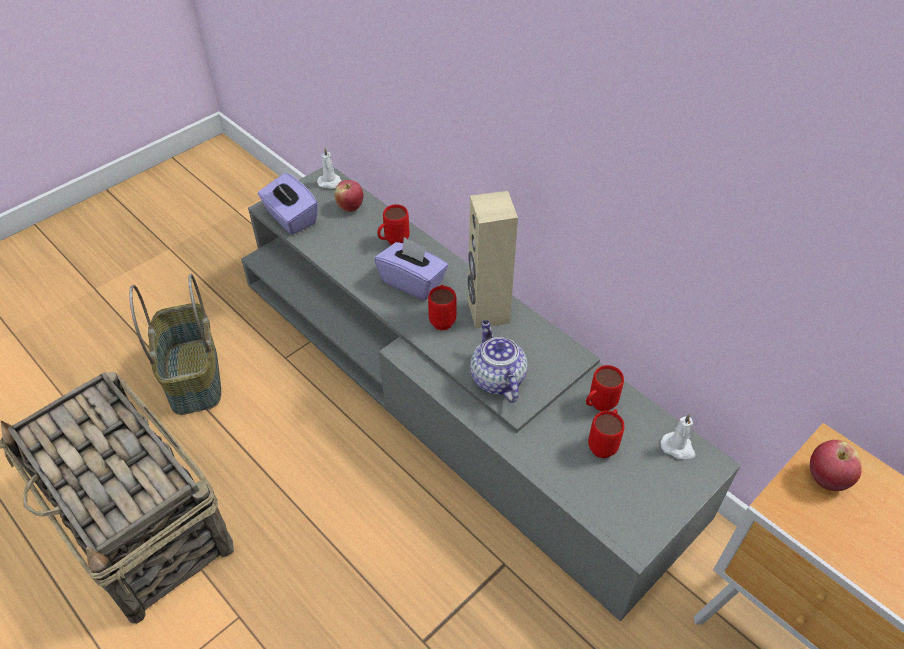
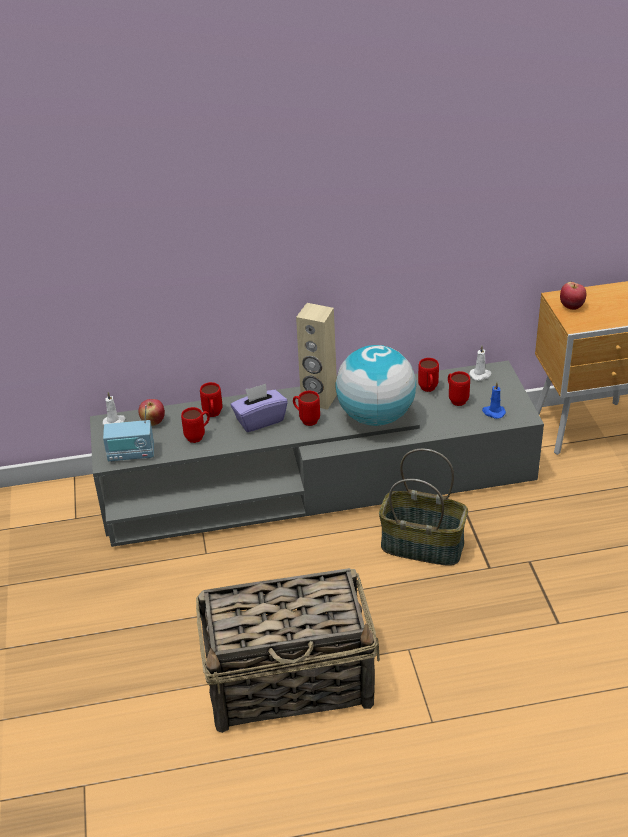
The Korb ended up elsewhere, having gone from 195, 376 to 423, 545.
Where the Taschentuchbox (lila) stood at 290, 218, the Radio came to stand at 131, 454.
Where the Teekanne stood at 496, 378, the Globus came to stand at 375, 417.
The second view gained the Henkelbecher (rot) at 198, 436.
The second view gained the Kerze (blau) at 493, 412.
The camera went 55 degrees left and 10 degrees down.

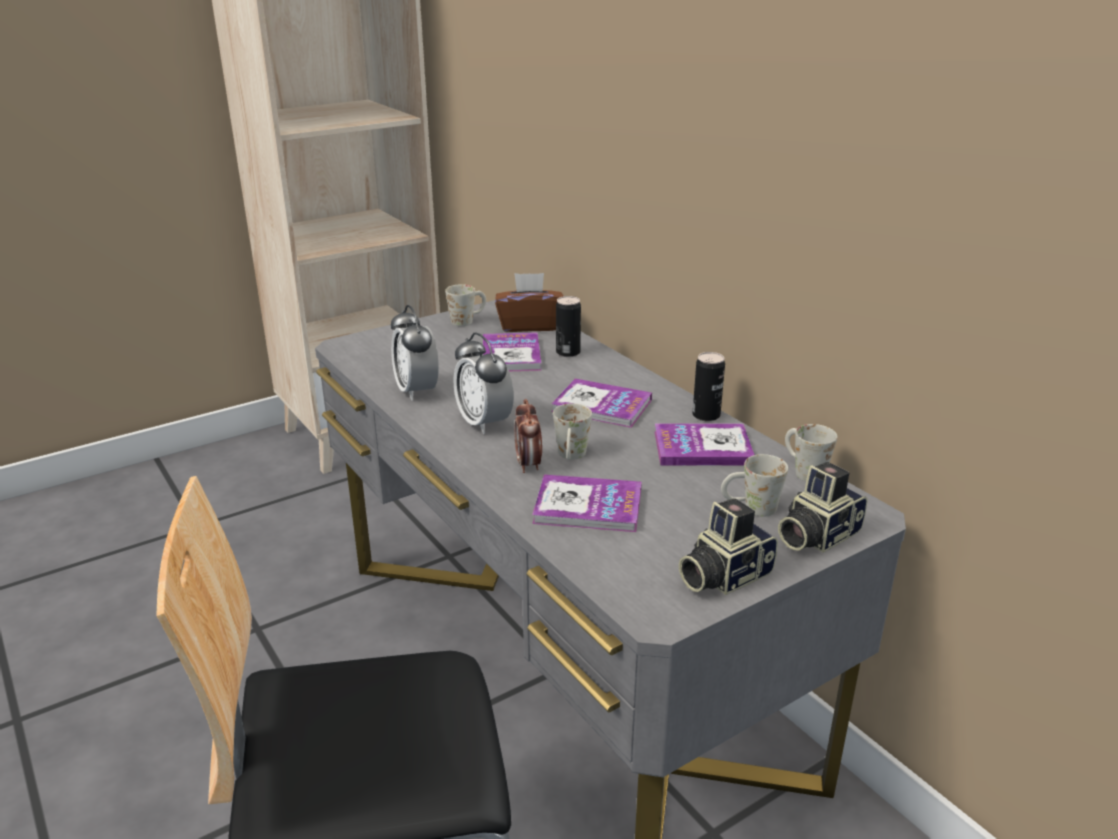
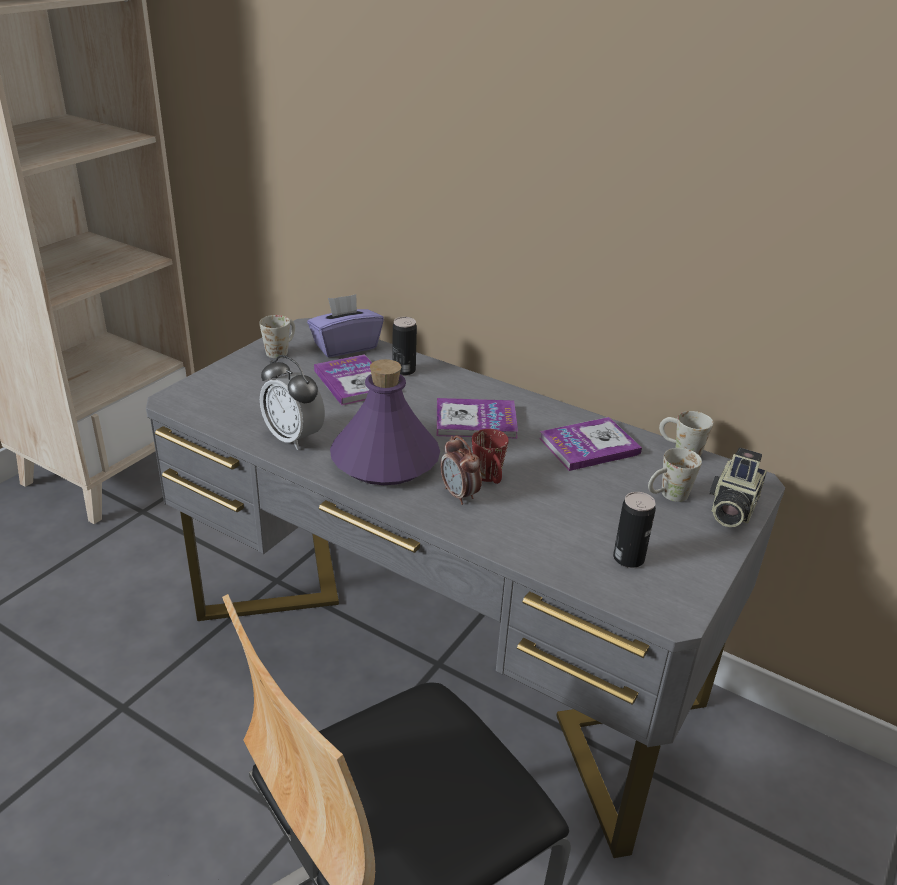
Where the Wecker stood at 484, 423, the Flasche (lila) came to stand at 386, 460.
What was the Taschentuchbox (braun) at 529, 325 turned into the Taschentuchbox (lila) at 345, 346.
The second view lost the Buch at 588, 506.
What was the Henkelbecher (weiß) at 571, 457 turned into the Henkelbecher (rot) at 490, 479.
The second view lost the Kamera at 722, 575.
The Dose ended up elsewhere, having gone from 706, 415 to 628, 558.
The camera went 25 degrees left and 5 degrees up.

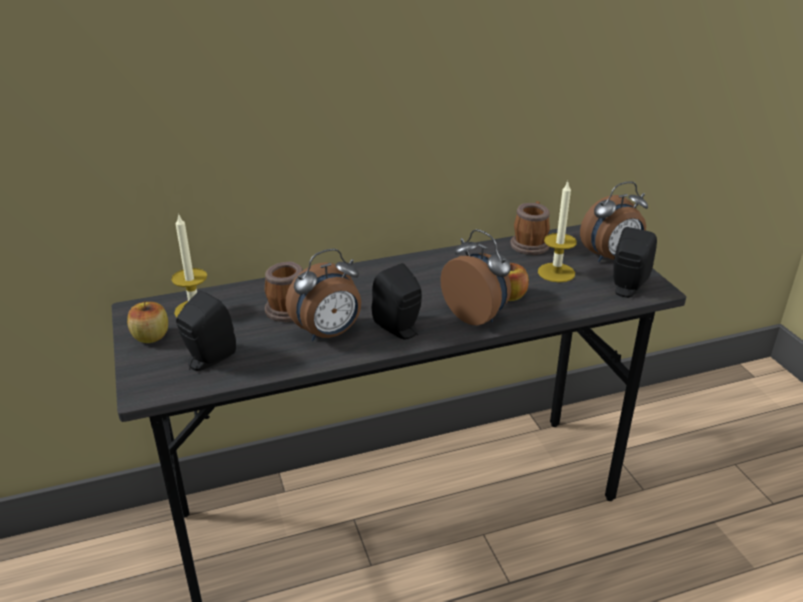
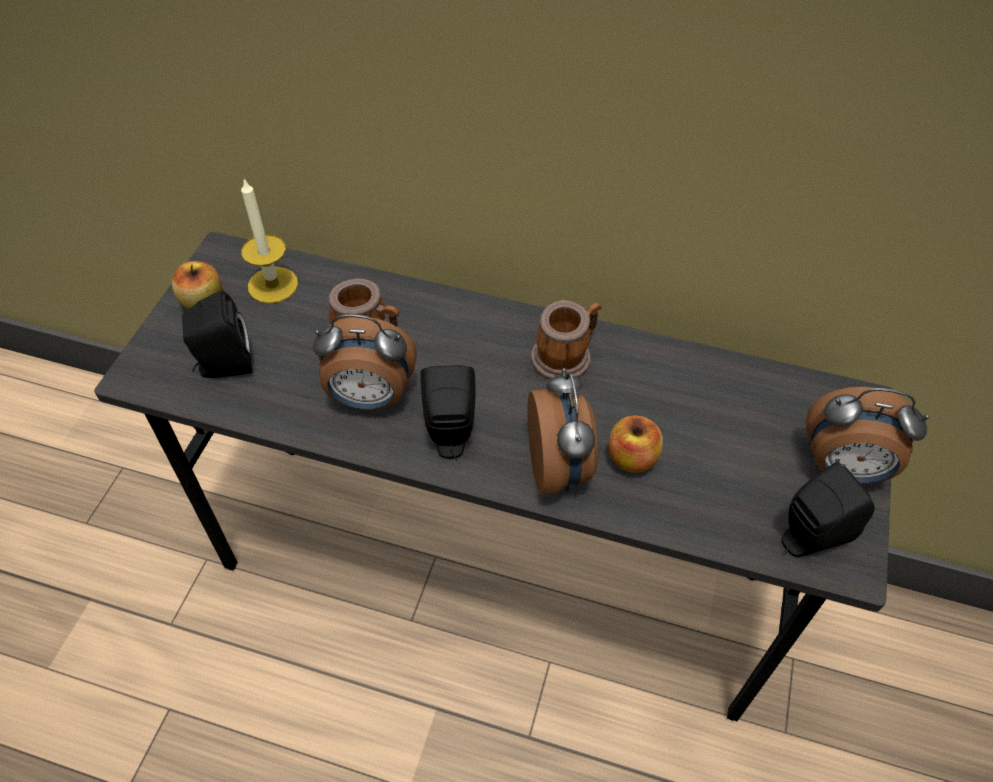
The Henkelbecher ended up elsewhere, having gone from 530, 243 to 566, 356.
The second view lost the Kerze at 556, 272.
The camera went 35 degrees right and 20 degrees up.

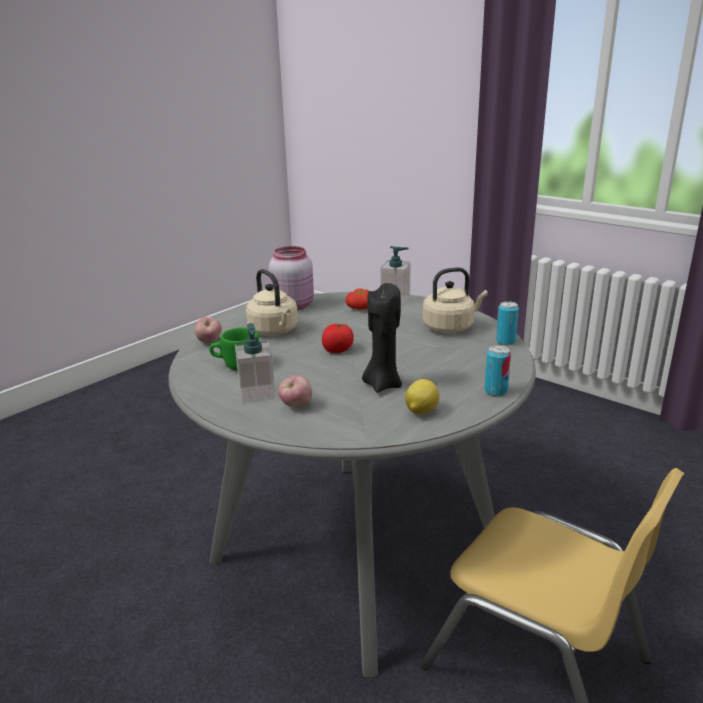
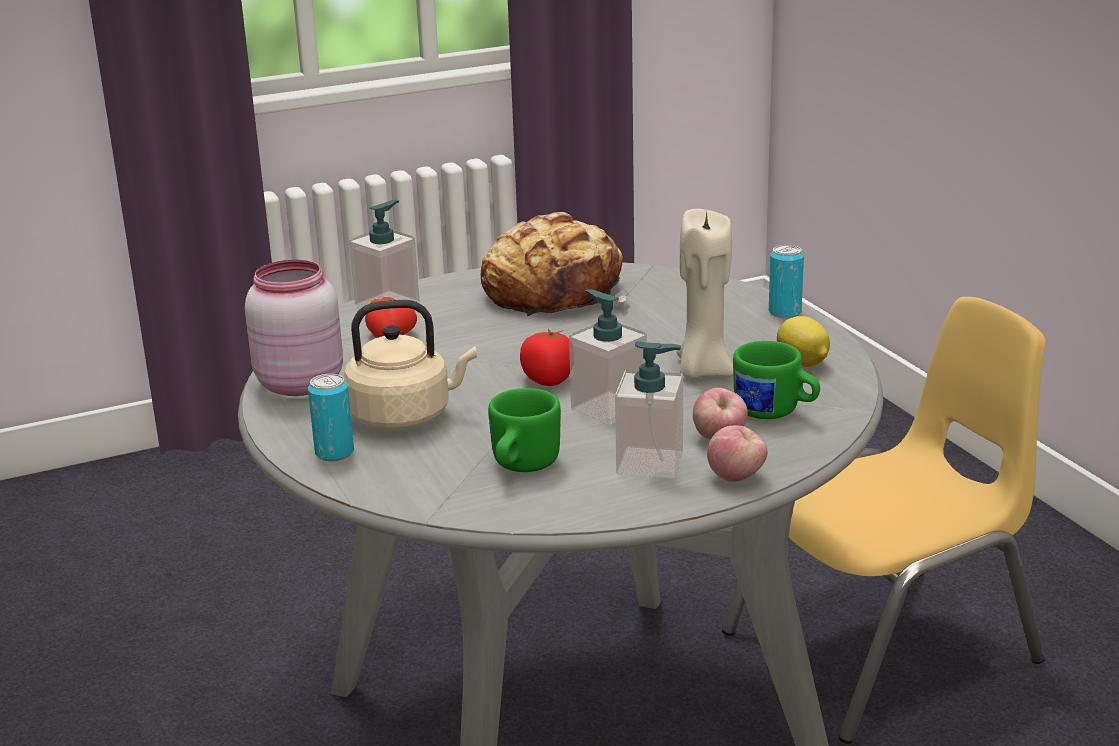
The Apfel ended up elsewhere, having gone from 209, 342 to 737, 478.
What was the Kerze (schwarz) at 382, 384 turned into the Kerze (beige) at 702, 371.
Where the Wasserkessel (beige) stood at 450, 327, the Brot came to stand at 554, 292.
The Dose ended up elsewhere, having gone from 505, 341 to 334, 453.
The second view gained the Seifenspender at 608, 408.
The second view gained the Henkelbecher (grün) at 775, 413.
The camera went 65 degrees left and 0 degrees up.

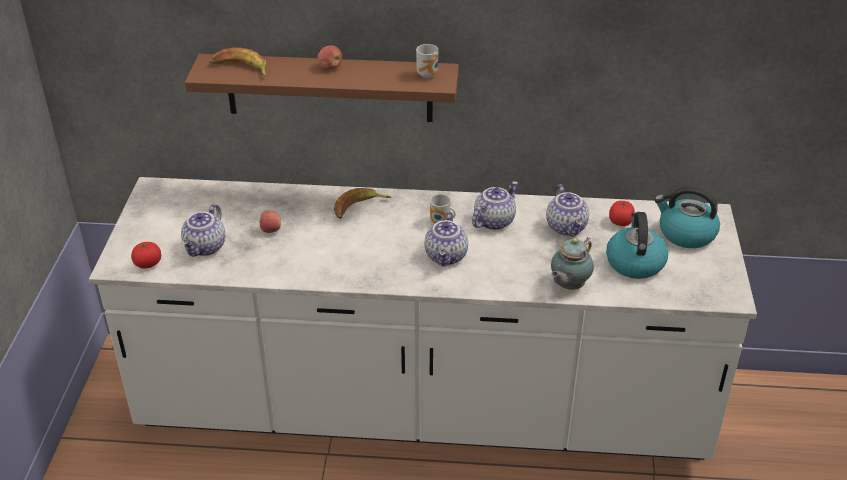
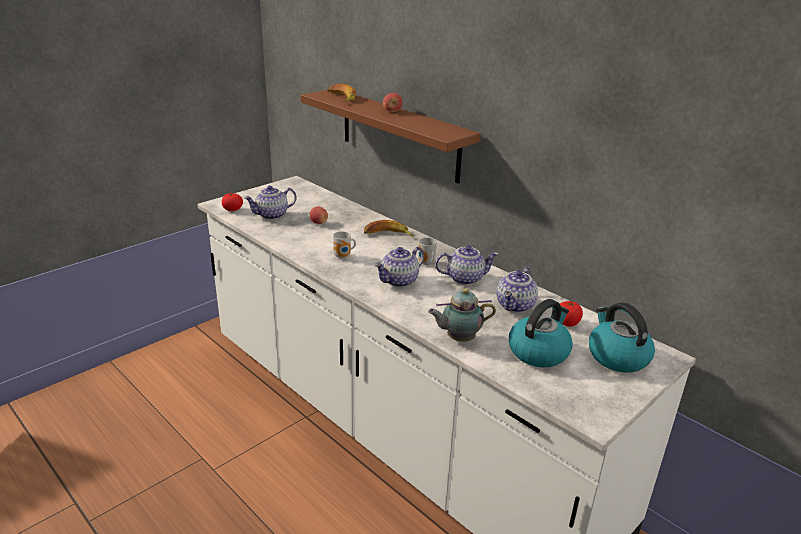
The Henkelbecher ended up elsewhere, having gone from 429, 74 to 343, 256.
The camera went 40 degrees right and 10 degrees down.

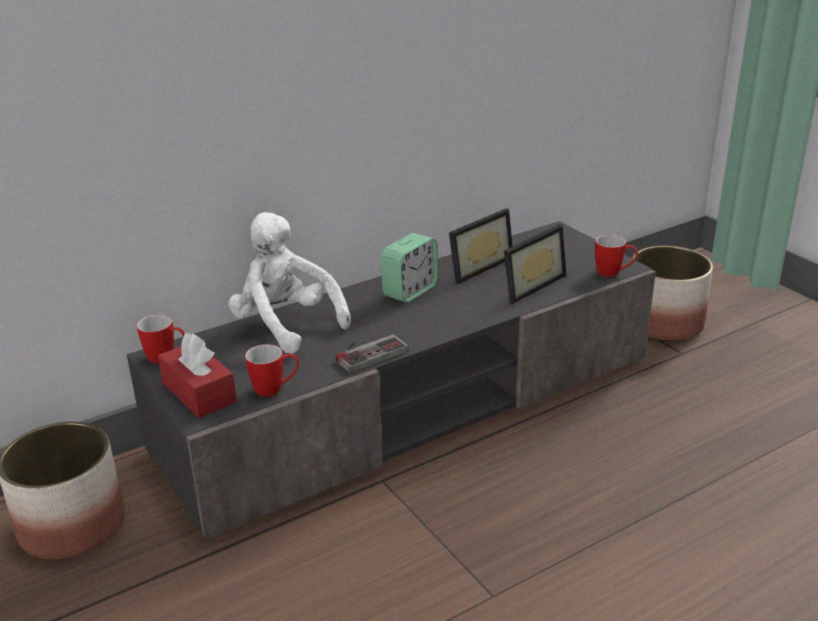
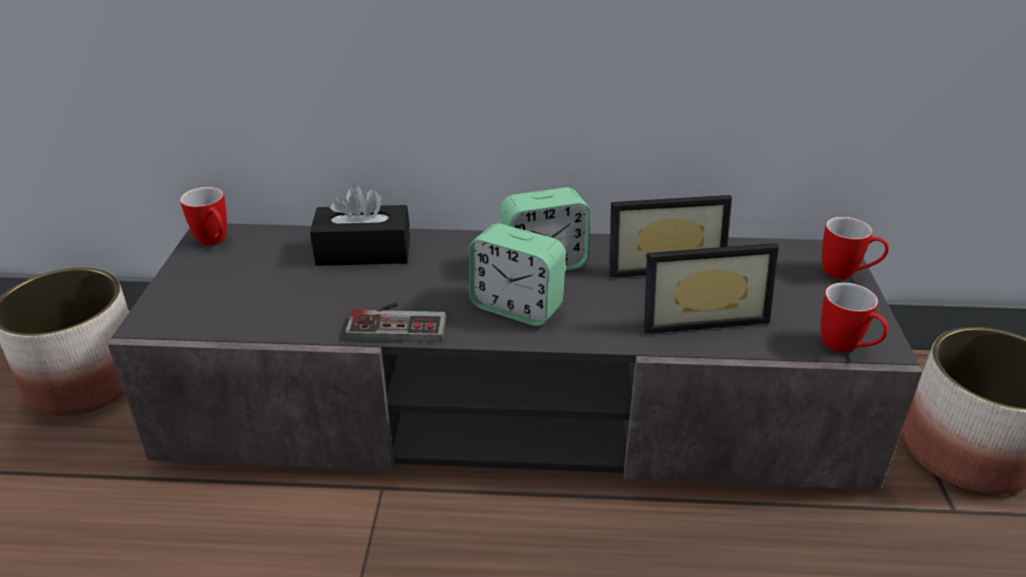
The second view lost the Taschentuchbox (rot) at 199, 392.
Where the Plüschtier (weiß) stood at 286, 325, the Taschentuchbox (schwarz) came to stand at 363, 252.
The Henkelbecher ended up elsewhere, having gone from 275, 389 to 847, 274.
The second view gained the Wecker at 516, 307.
The camera went 35 degrees right and 5 degrees up.

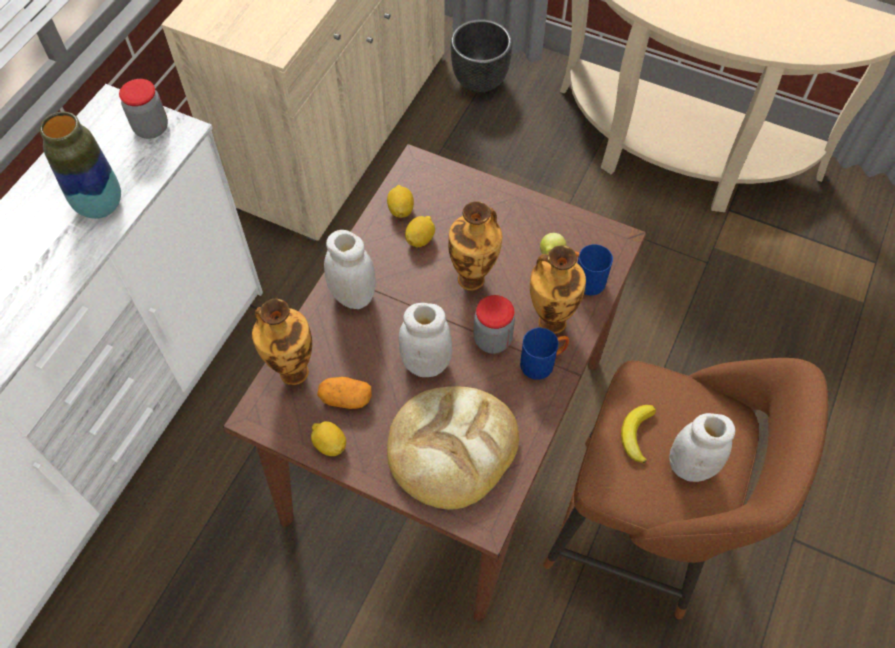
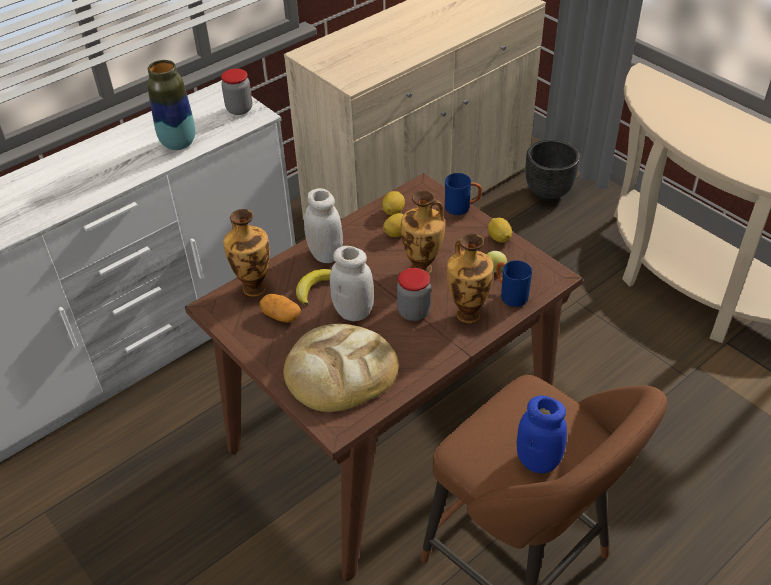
The Zitrone ended up elsewhere, having gone from 330, 444 to 499, 238.
The Henkelbecher (blau) ended up elsewhere, having gone from 543, 362 to 462, 207.
The Banane ended up elsewhere, having gone from 636, 434 to 314, 287.
What was the Vorratsglas (weiß) at 690, 466 turned into the Vorratsglas (blau) at 538, 461.
The camera went 25 degrees right and 15 degrees down.

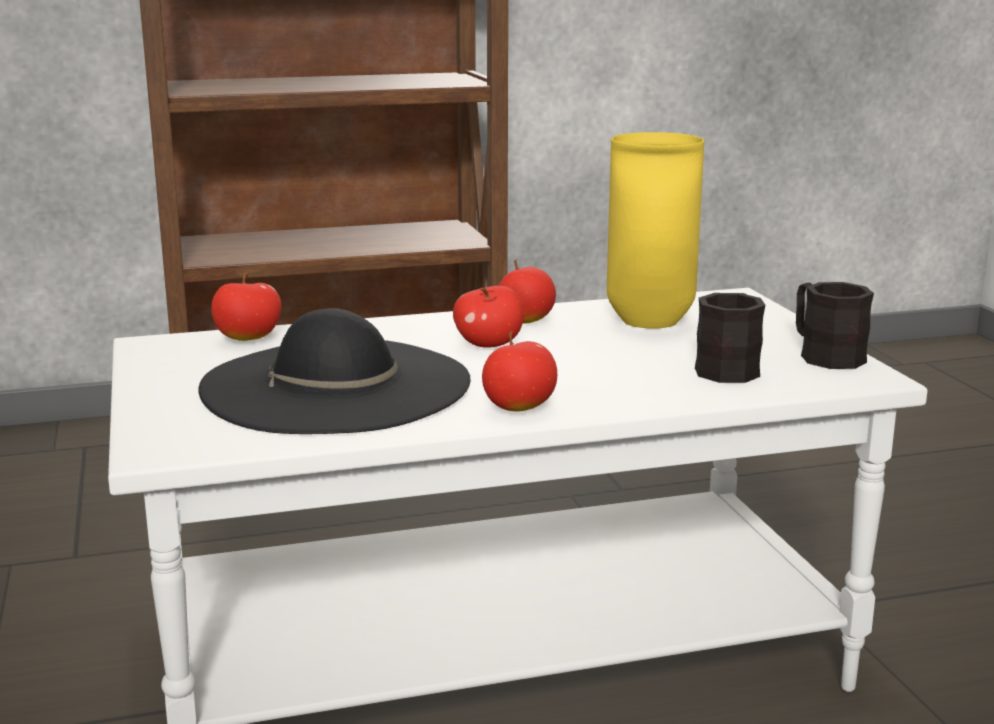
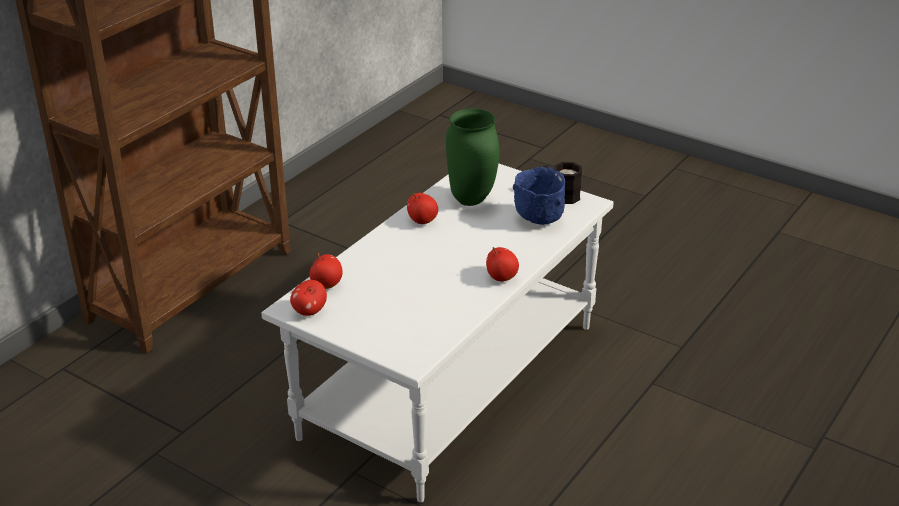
The second view lost the Hut (schwarz) at 336, 385.
The Apfel ended up elsewhere, having gone from 488, 345 to 309, 311.
What was the Vase (gelb) at 652, 323 turned into the Vase (grün) at 472, 200.
Where the Henkelbecher (schwarz) stood at 730, 367, the Schüssel (blau) came to stand at 539, 218.
The camera went 40 degrees left and 15 degrees up.

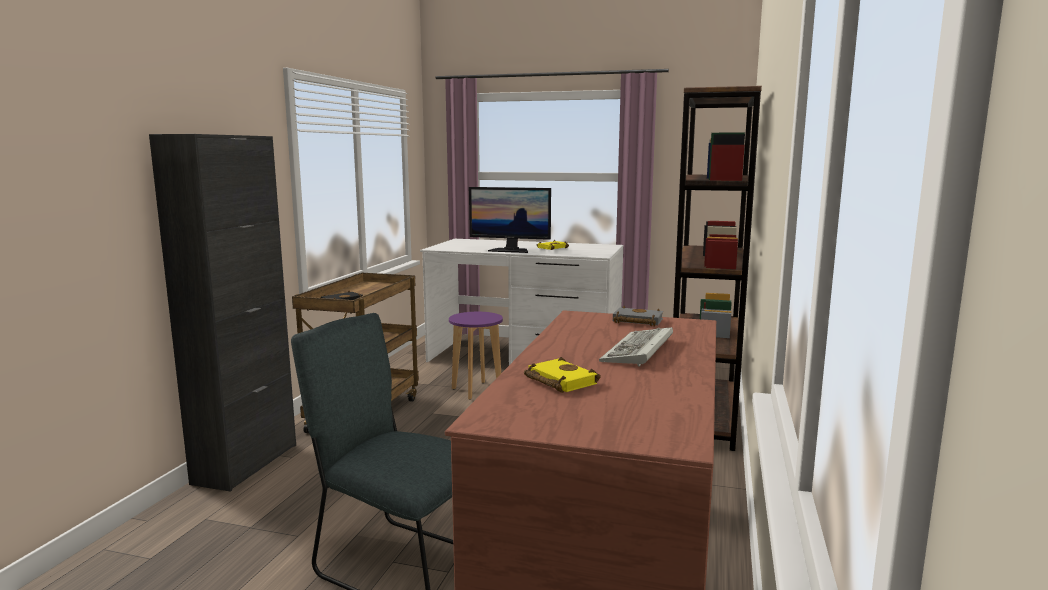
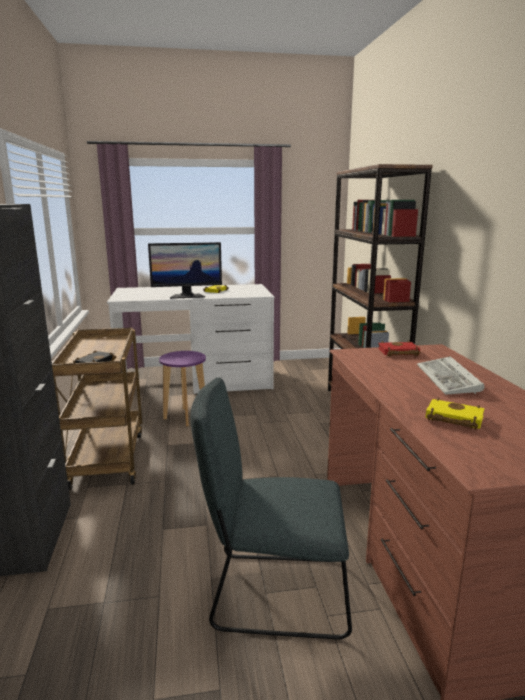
What was the Buch (grau) at 636, 321 turned into the Buch (rot) at 397, 352.
The camera went 25 degrees left and 5 degrees up.

